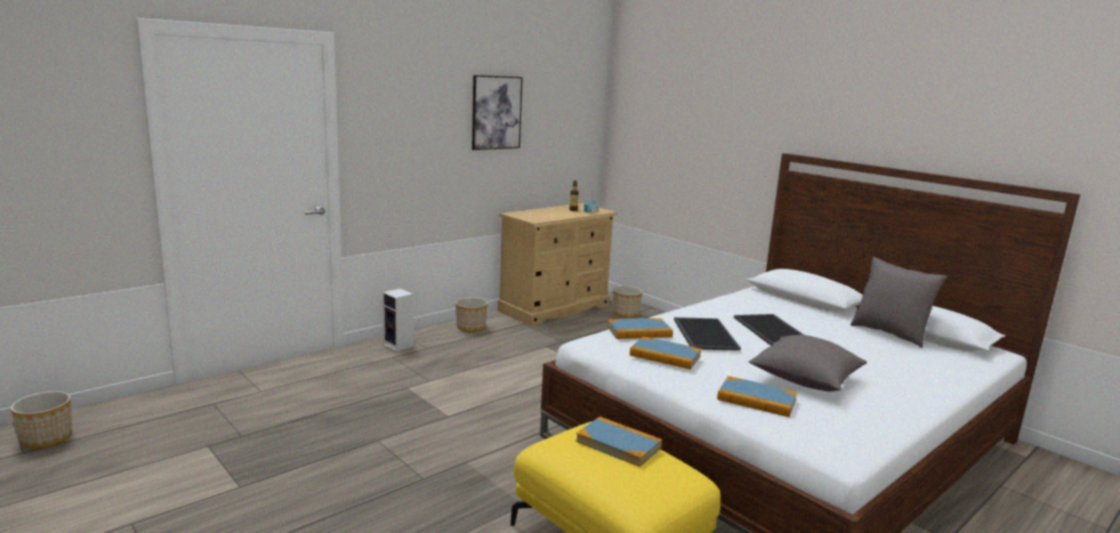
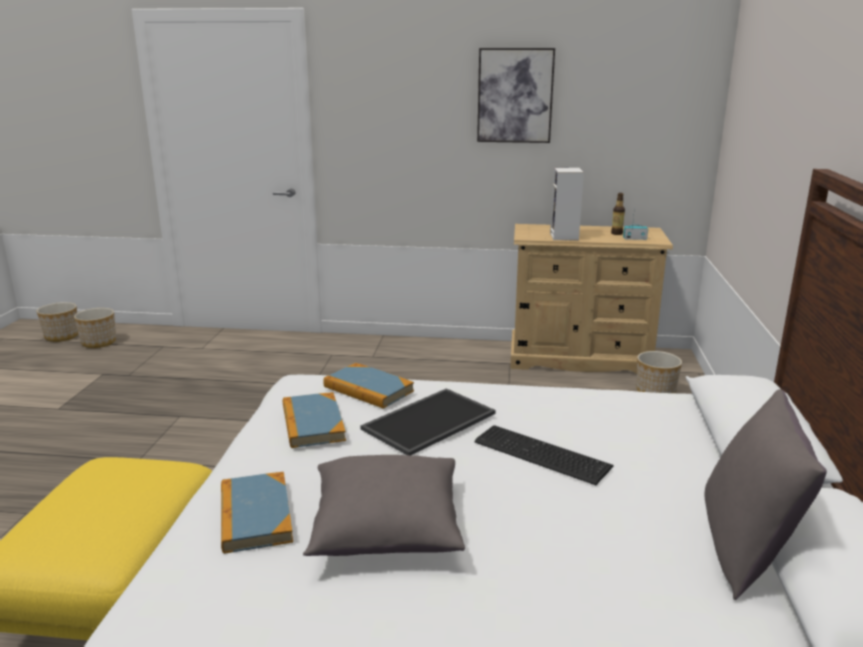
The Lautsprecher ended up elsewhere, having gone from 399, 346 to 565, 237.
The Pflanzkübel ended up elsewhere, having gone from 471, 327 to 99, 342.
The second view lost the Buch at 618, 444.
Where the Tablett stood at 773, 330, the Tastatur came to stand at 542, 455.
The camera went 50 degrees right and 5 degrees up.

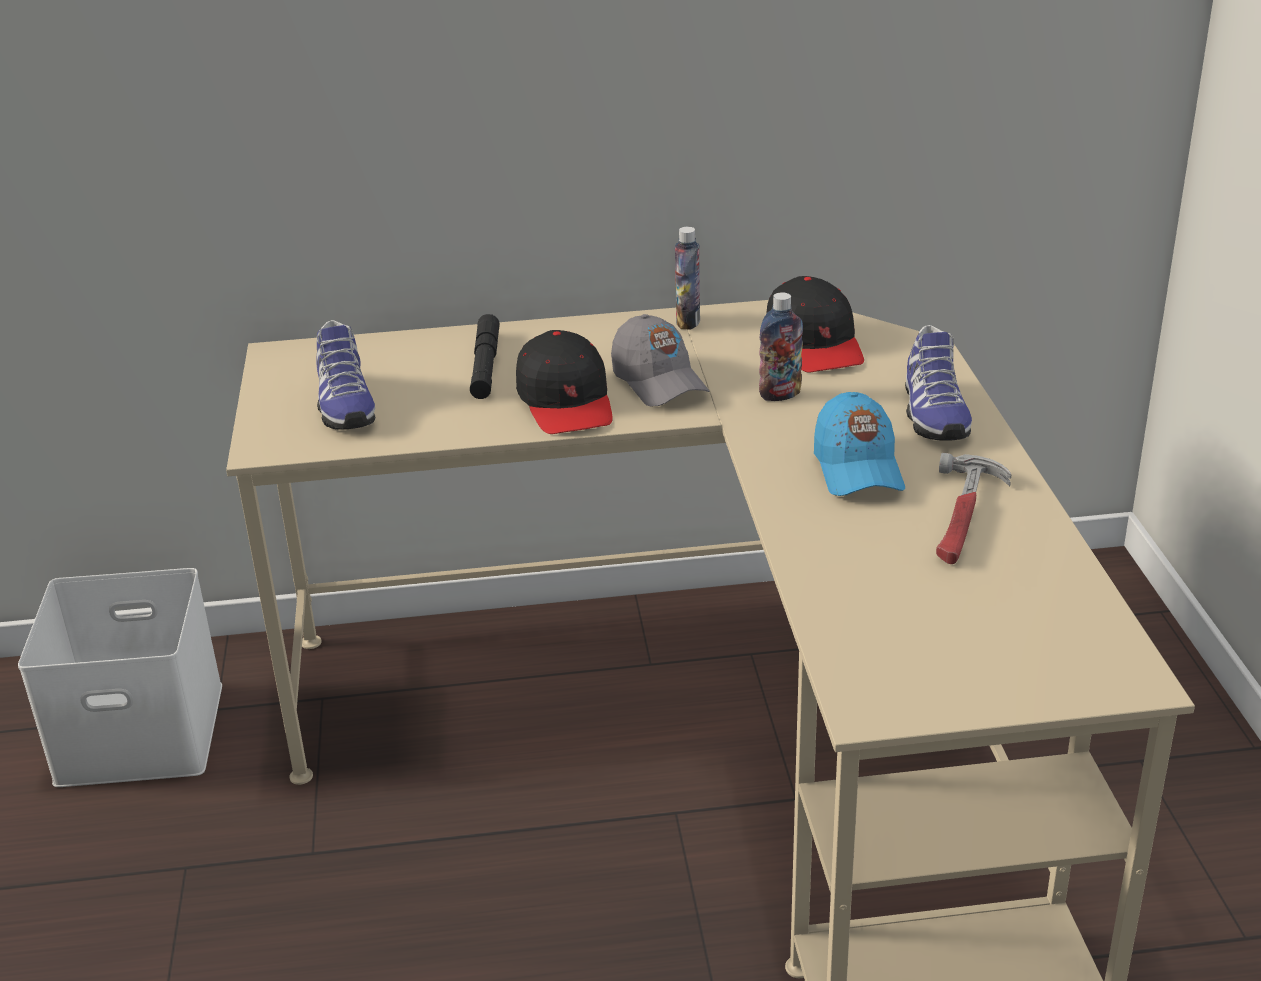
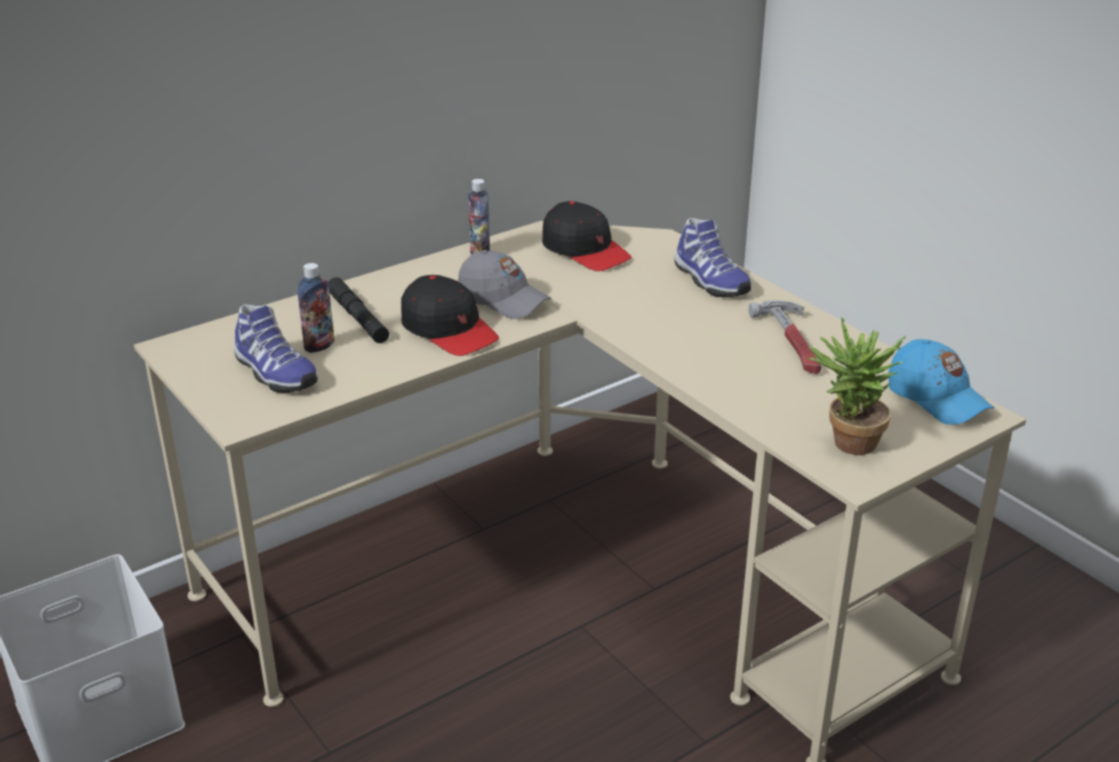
The Flasche ended up elsewhere, having gone from 780, 394 to 319, 345.
The Kappe (blau) ended up elsewhere, having gone from 857, 468 to 937, 399.
The second view gained the Topfpflanze at 846, 443.
The camera went 30 degrees left and 0 degrees up.

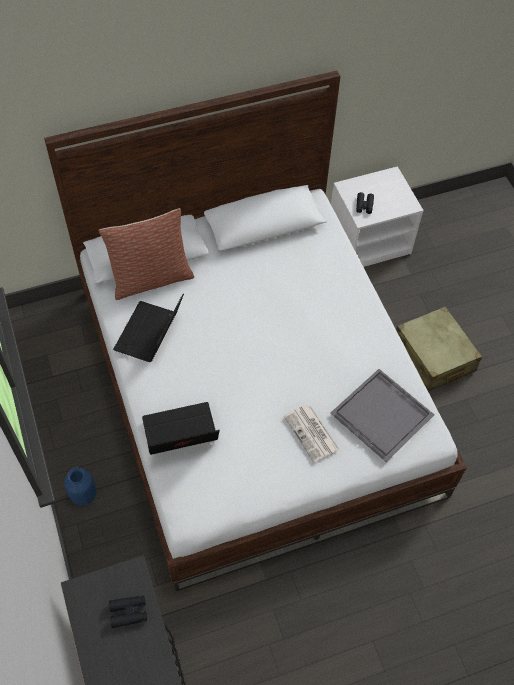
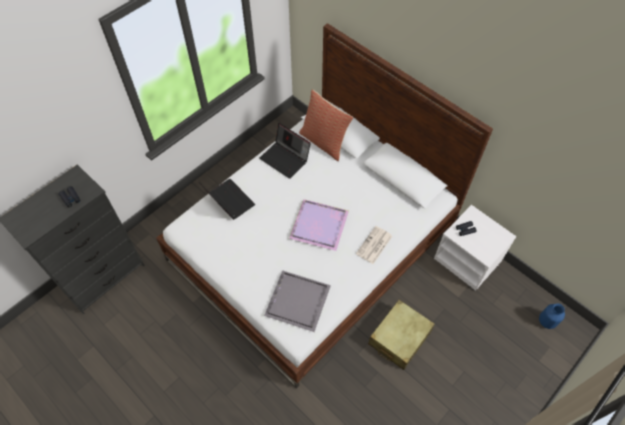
The Vase (blau) ended up elsewhere, having gone from 83, 494 to 547, 321.
The Laptop at 150, 335 ended up facing another way, 135 degrees counterclockwise from before.
The Zeitung ended up elsewhere, having gone from 312, 433 to 374, 245.
The second view gained the Tablett (lila) at 320, 225.
The camera went 65 degrees right and 0 degrees up.

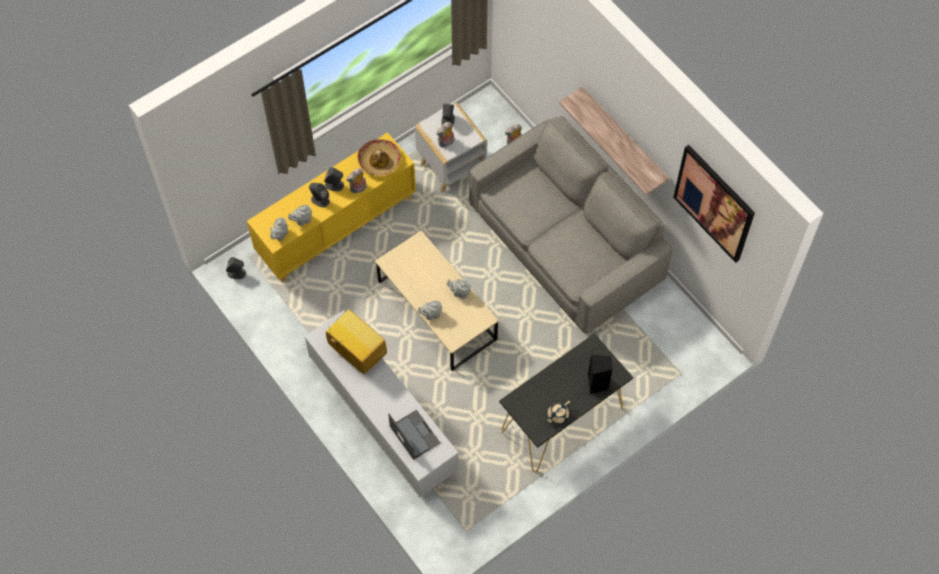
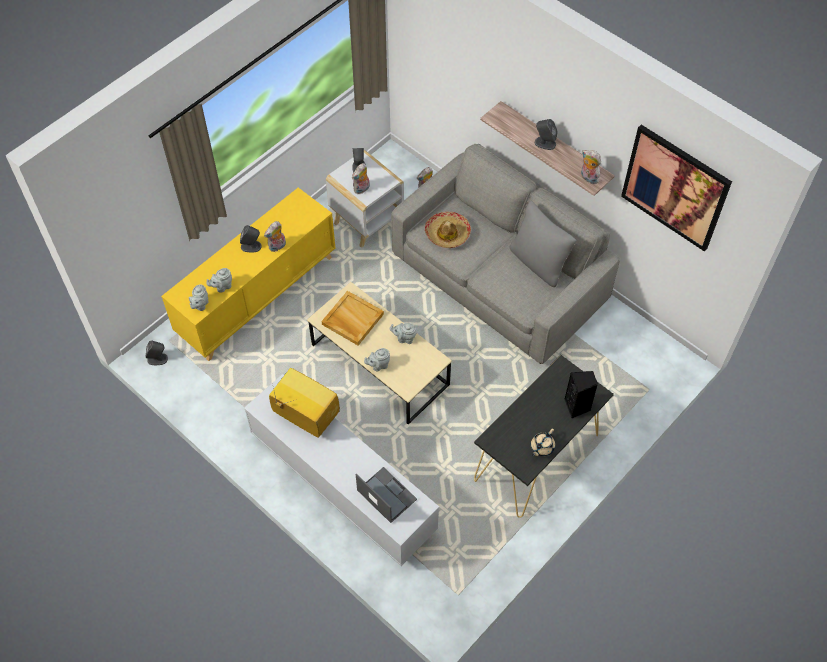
The Lautsprecher (grau) ended up elsewhere, having gone from 320, 200 to 545, 143.
The Hut ended up elsewhere, having gone from 379, 161 to 447, 234.
The second view gained the Tablett (beige) at 352, 319.
The second view gained the Kissen (grau) at 538, 263.
The second view gained the Plüschtier at 588, 178.
The camera went 10 degrees left and 5 degrees down.

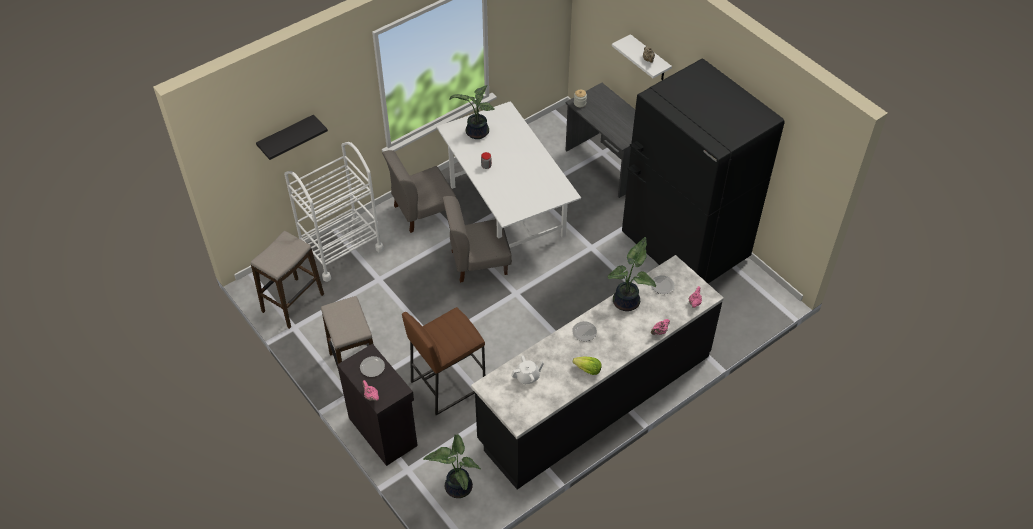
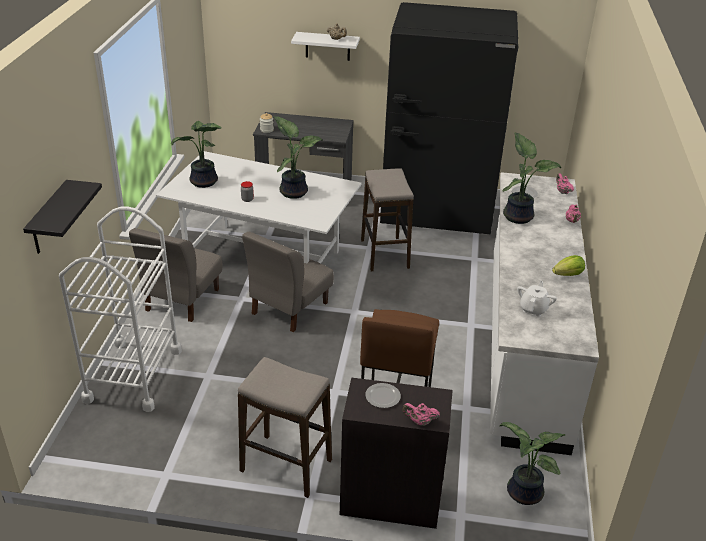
The Hocker ended up elsewhere, having gone from 292, 303 to 384, 254.
What was the Küchenzeile (schwarz) at 595, 397 turned into the Küchenzeile (weiß) at 524, 343.
The second view lost the Teller at 584, 332.
The second view gained the Topfpflanze at 294, 191.
The camera went 45 degrees left and 15 degrees down.

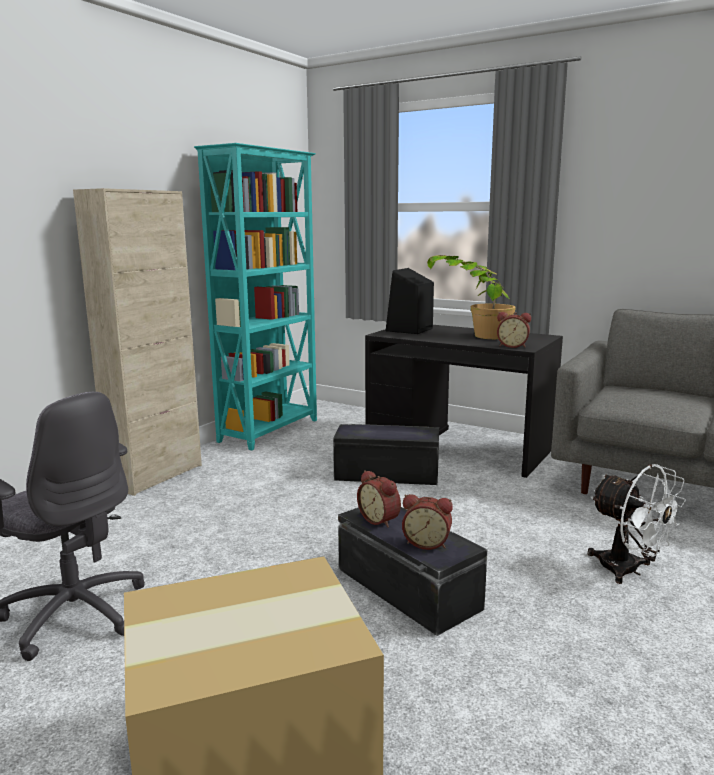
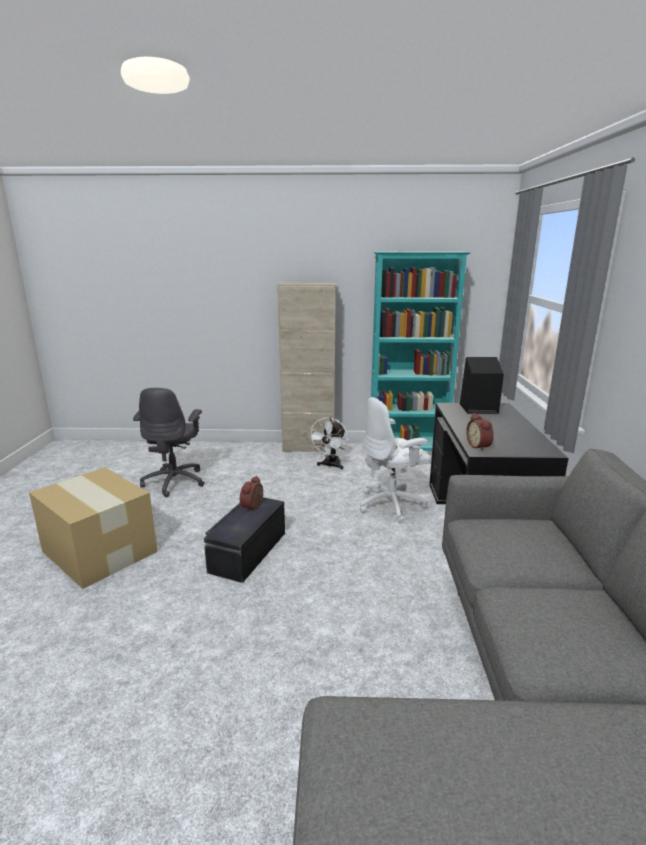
Where the Aufbewahrungsbox (schwarz) stood at 387, 473, the Bürostuhl (weiß) came to stand at 392, 505.
The second view lost the Wecker at 427, 543.
The second view lost the Topfpflanze at 473, 335.
The Ventilator (weiß) ended up elsewhere, having gone from 629, 571 to 330, 466.
The camera went 60 degrees right and 5 degrees up.

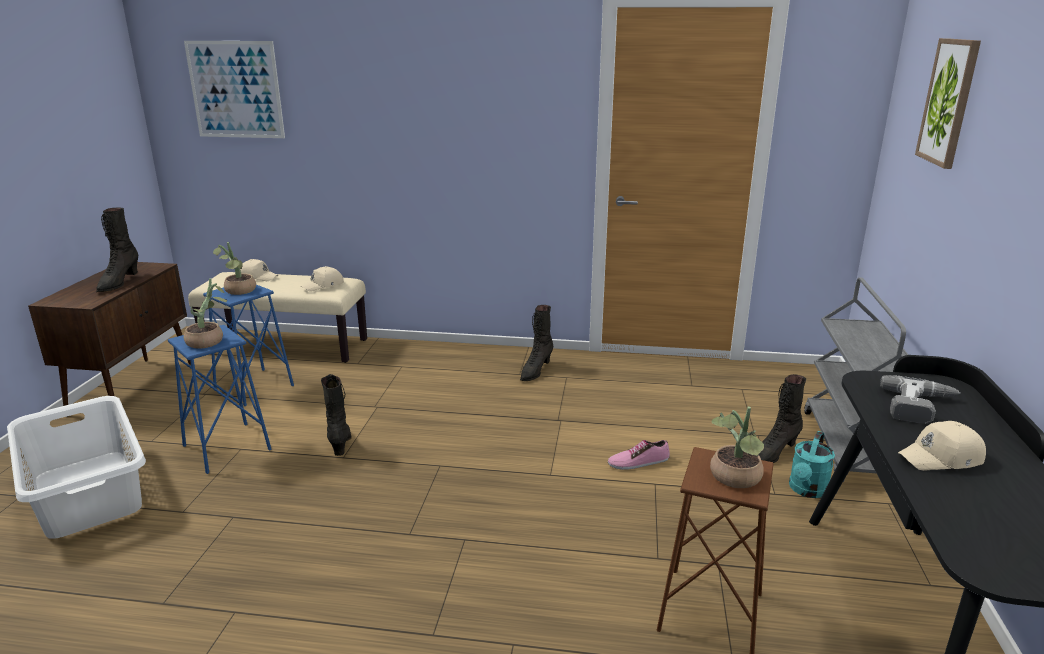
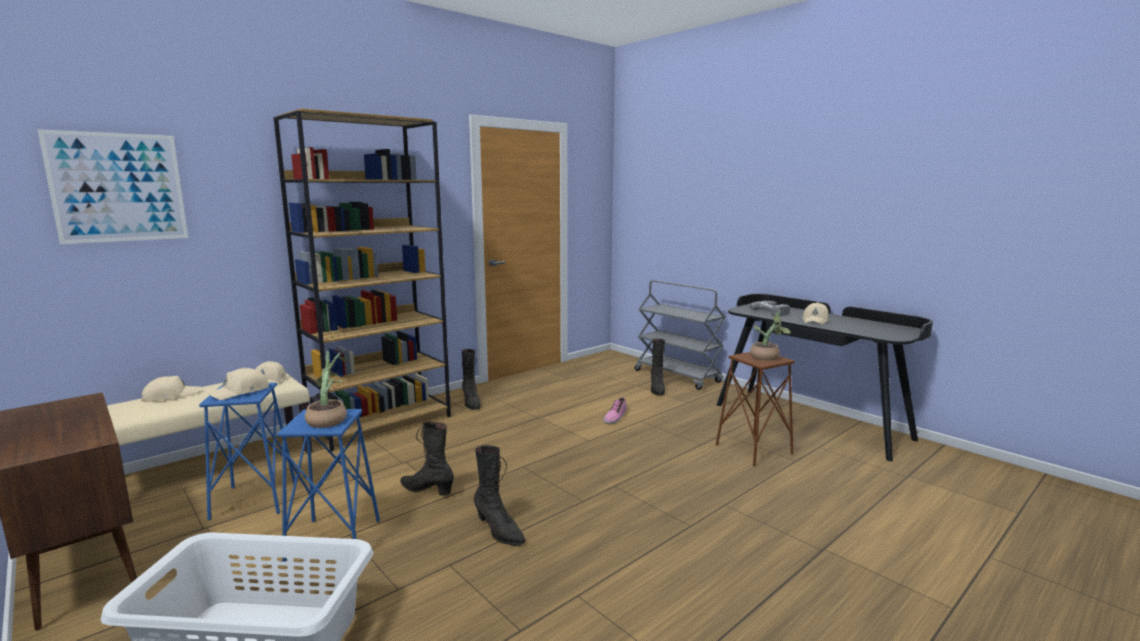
The Stiefel (schwarz) ended up elsewhere, having gone from 118, 283 to 498, 531.
Where the Topfpflanze stood at 238, 291, the Kappe (beige) came to stand at 241, 392.
The second view lost the Gießkanne (türkis) at 807, 490.
The second view lost the Bild at 949, 102.
The second view gained the Bücherregal (braun) at 381, 422.
The camera went 50 degrees left and 10 degrees down.

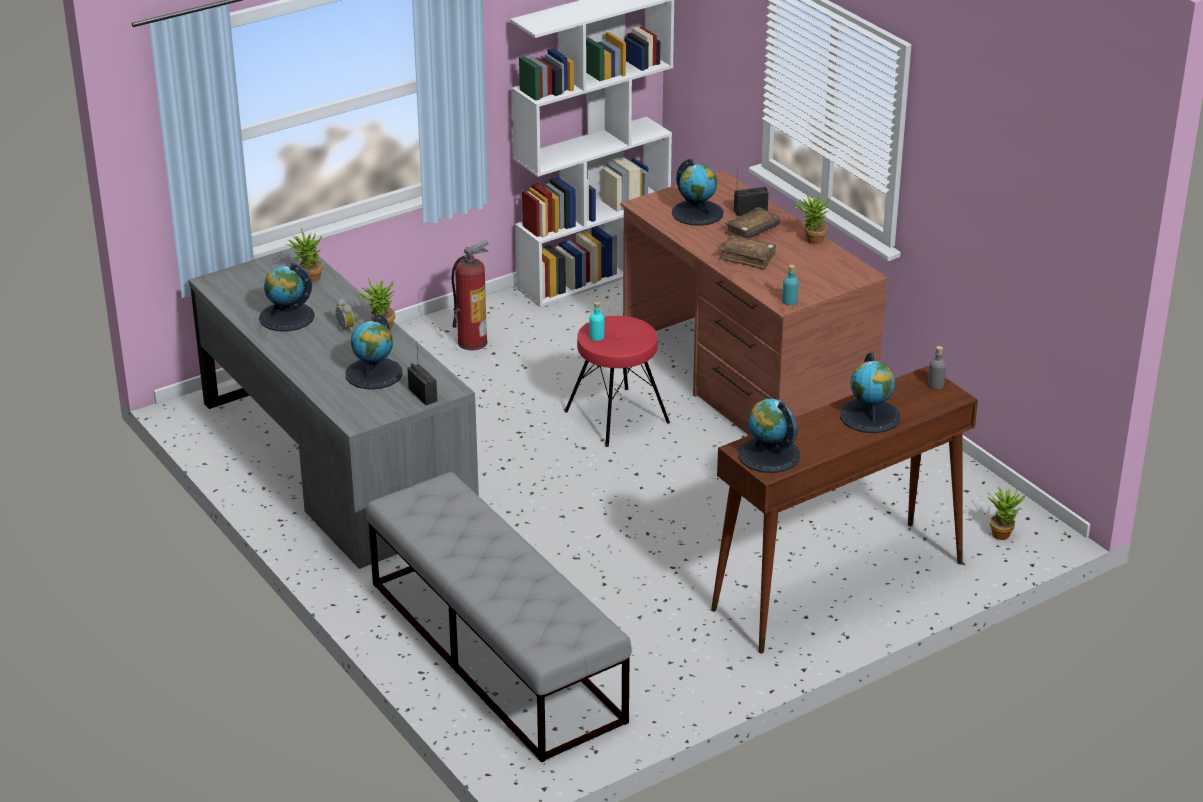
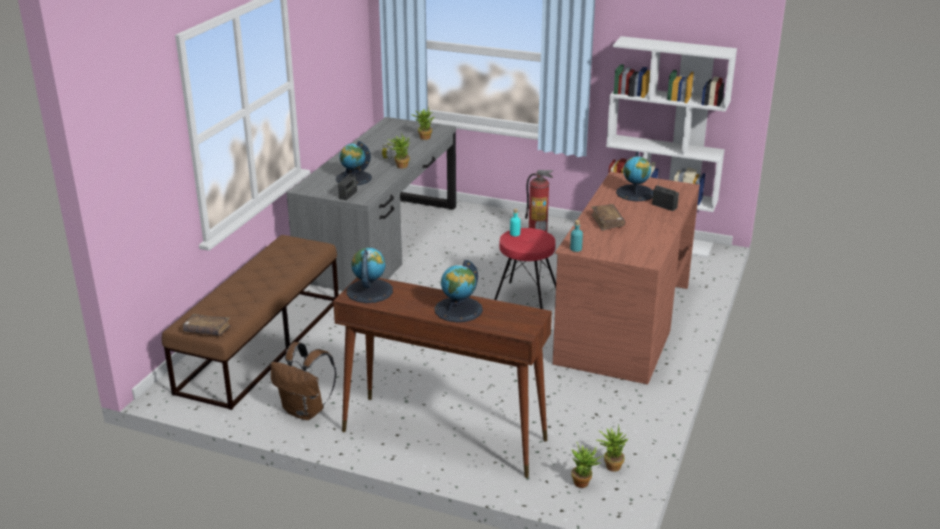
The second view lost the Globus at 286, 317.
What was the Bank (grau) at 495, 650 turned into the Bank (braun) at 261, 344.
The Buch (braun) ended up elsewhere, having gone from 752, 230 to 207, 330.
The Topfpflanze ended up elsewhere, having gone from 811, 240 to 610, 465.
The second view lost the Flasche (grau) at 935, 385.
The second view gained the Rucksack (braun) at 305, 411.
The camera went 55 degrees right and 5 degrees down.

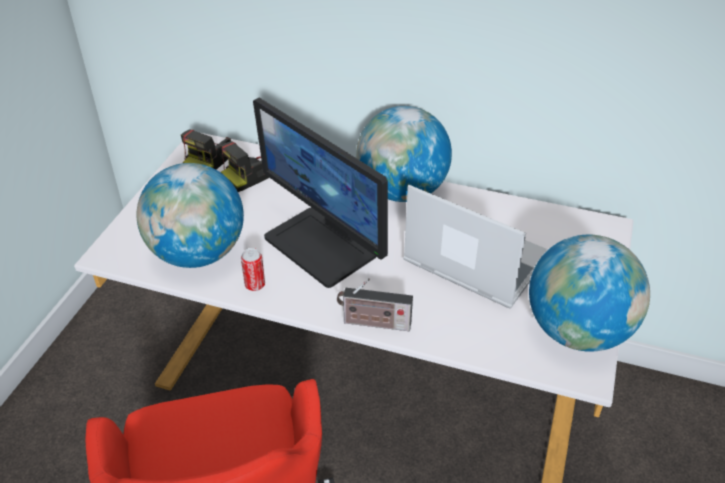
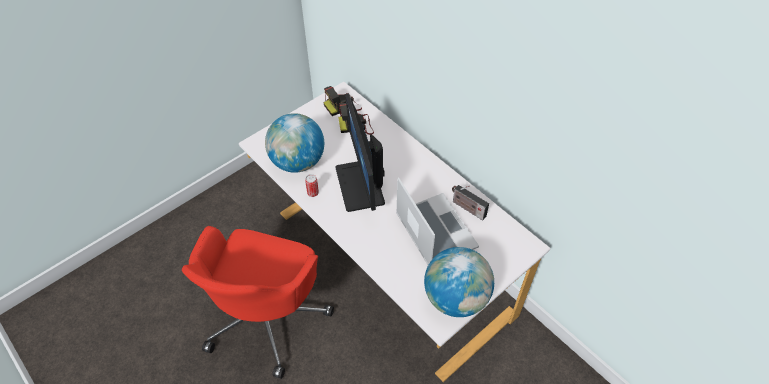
The Radio ended up elsewhere, having gone from 373, 323 to 467, 208.
The second view lost the Globus at 402, 192.
The camera went 30 degrees right and 10 degrees up.

